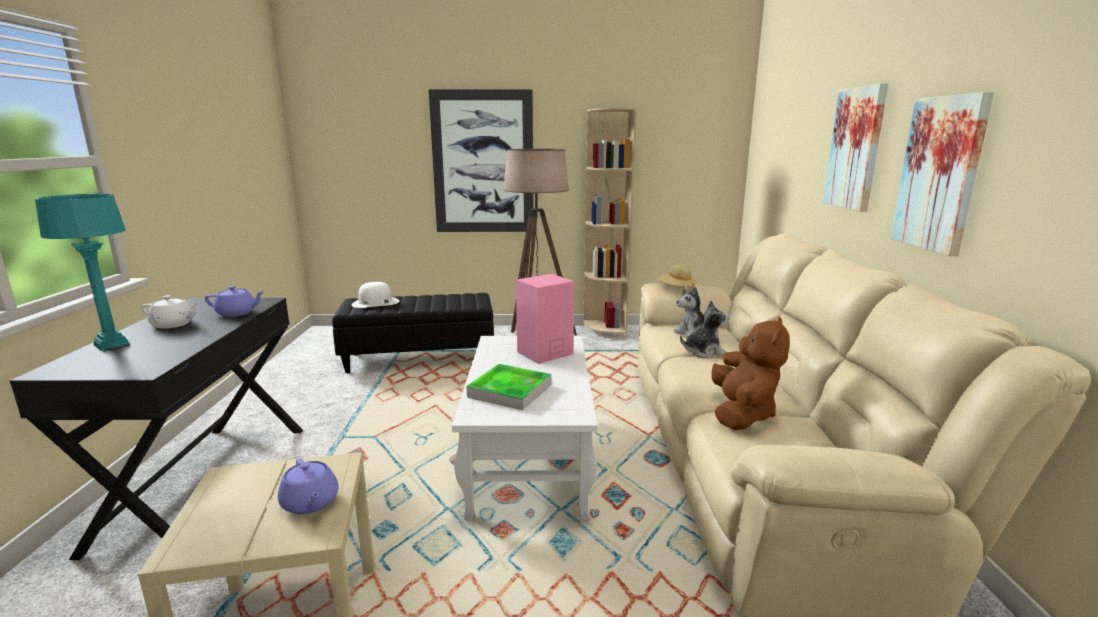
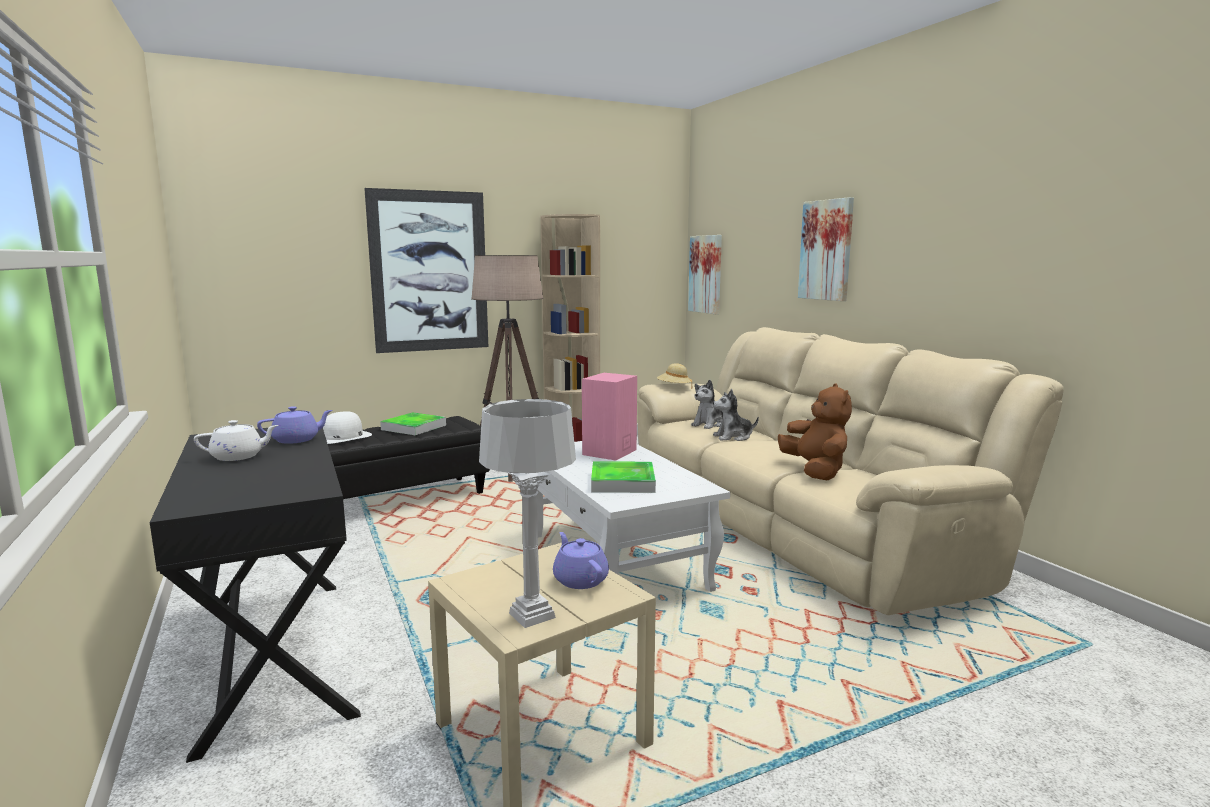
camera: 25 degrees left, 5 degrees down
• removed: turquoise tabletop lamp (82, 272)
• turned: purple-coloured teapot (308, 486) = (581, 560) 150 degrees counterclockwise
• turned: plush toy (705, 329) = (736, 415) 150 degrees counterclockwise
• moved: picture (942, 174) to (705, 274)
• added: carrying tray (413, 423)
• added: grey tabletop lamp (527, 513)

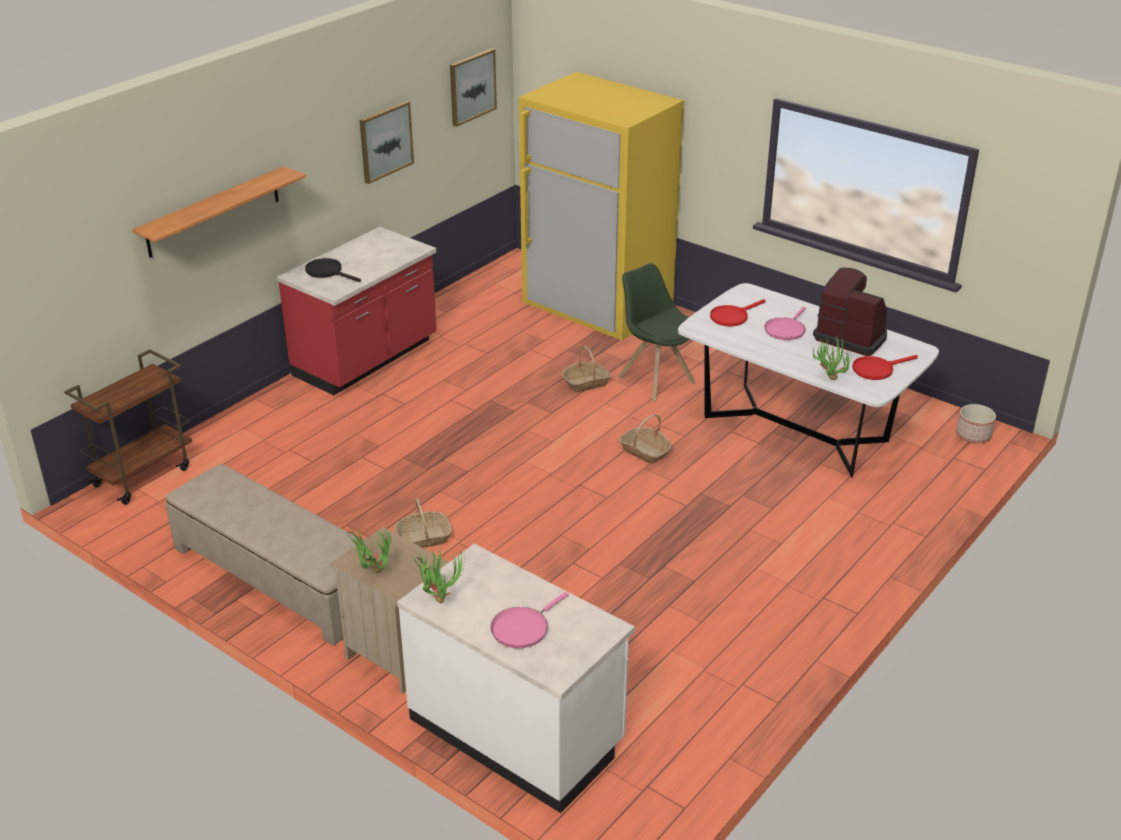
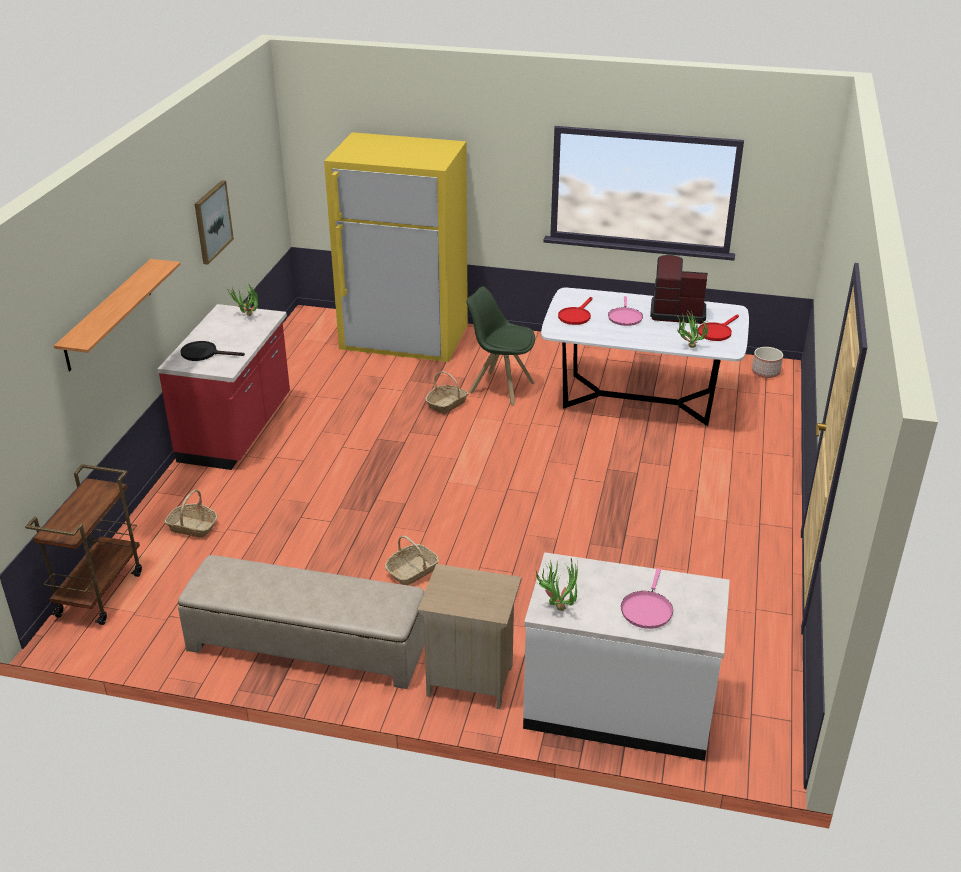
camera: 25 degrees left, 0 degrees up
• moved: potted plant (369, 550) to (242, 299)
• removed: picture (473, 87)
• moved: household basket (645, 439) to (191, 514)

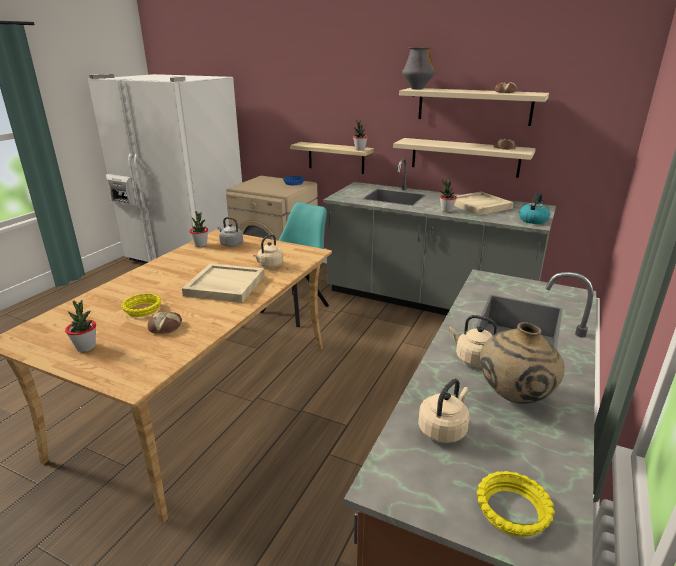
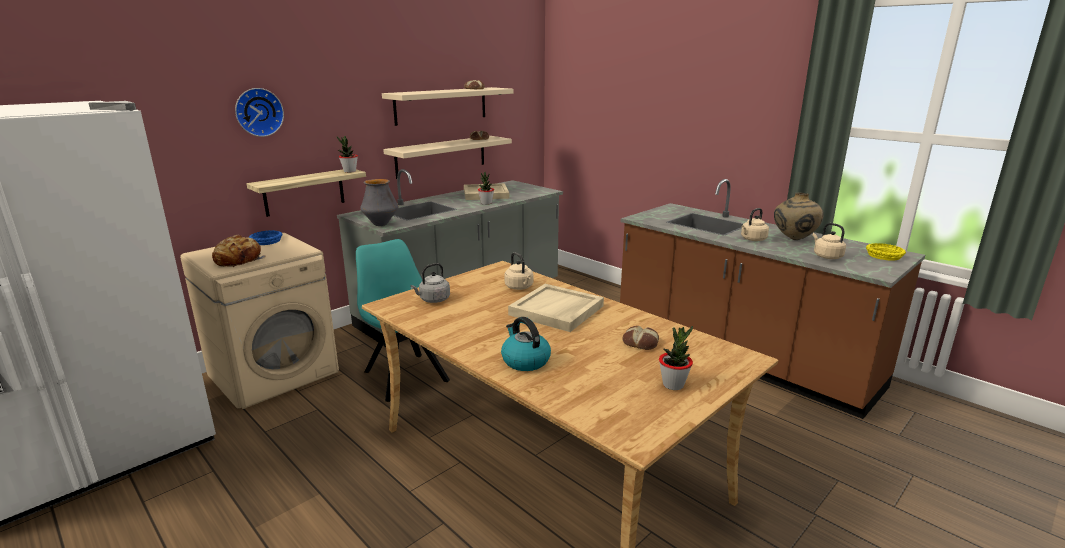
camera: 70 degrees left, 5 degrees down
• removed: yellow bowl (141, 305)
• removed: potted plant (198, 229)
• moved: vase (418, 68) to (379, 202)
• moved: kettle (534, 208) to (526, 344)
• added: bakery bread (238, 251)
• added: hanging clock (259, 112)

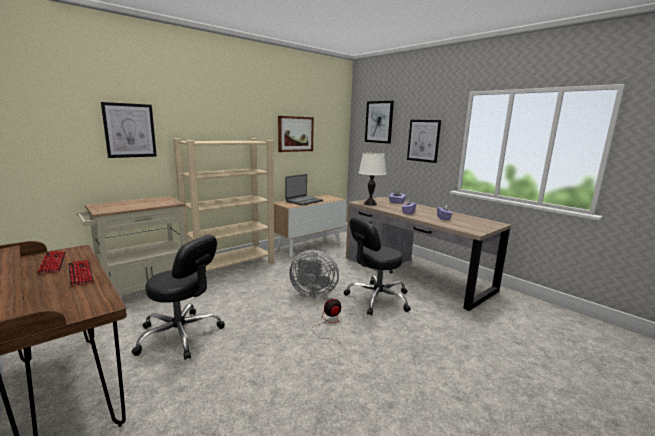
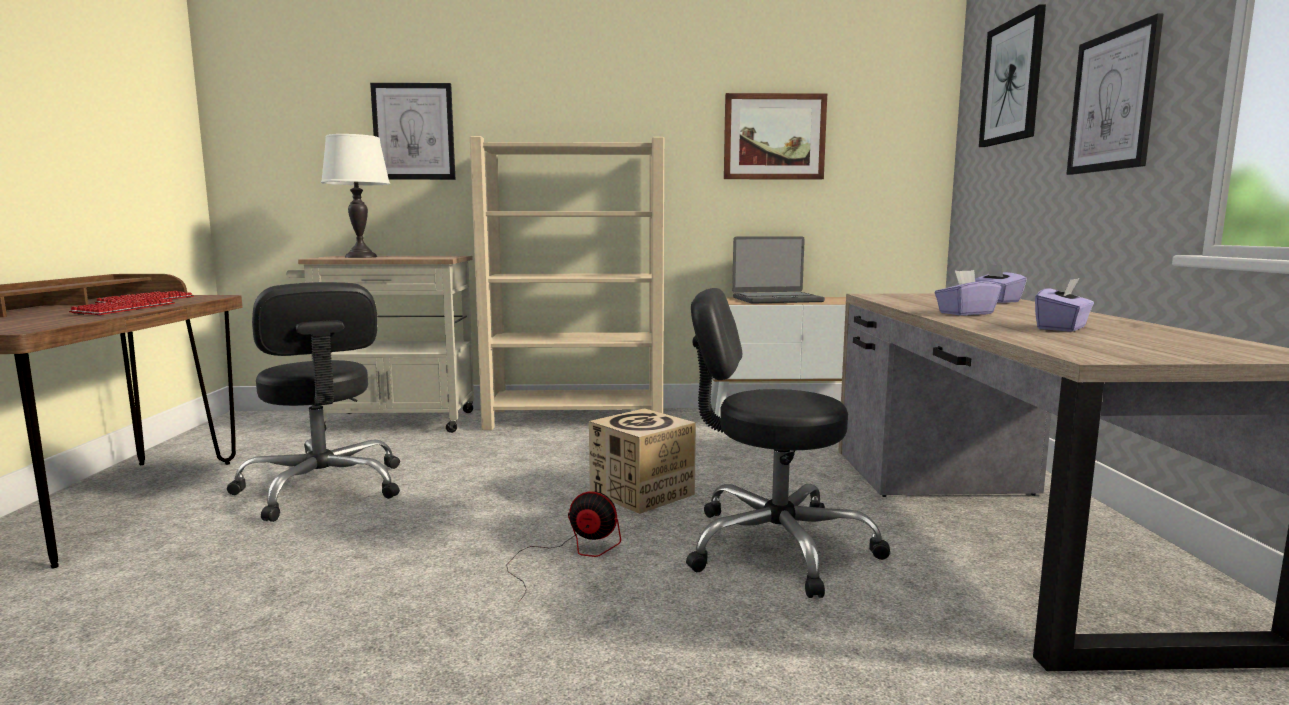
camera: 40 degrees right, 5 degrees down
• replaced: grey cooling fan (314, 274) to cardboard box (642, 461)
• moved: white-coloured tabletop lamp (372, 179) to (355, 196)

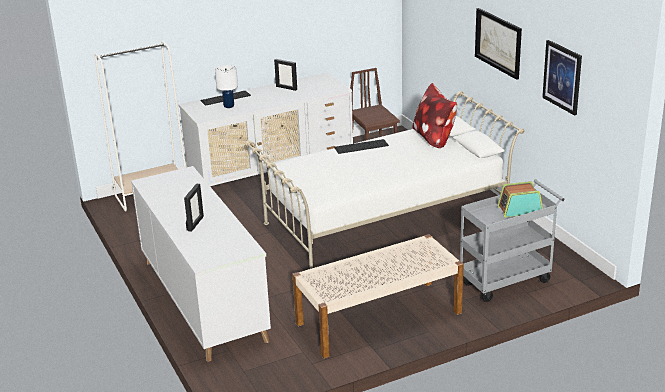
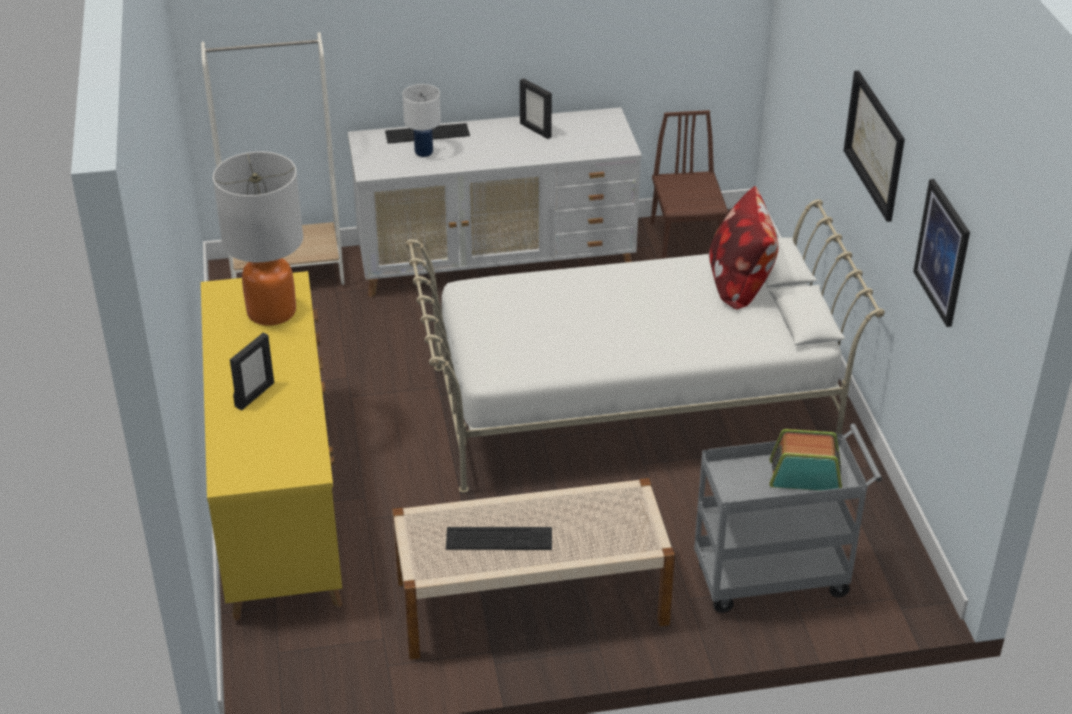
camera: 15 degrees right, 10 degrees up
• recoloured: white-coloured chest of drawers (201, 264) to yellow chest of drawers (271, 446)
• moved: keyboard (361, 146) to (499, 538)
• added: tabletop lamp (258, 238)

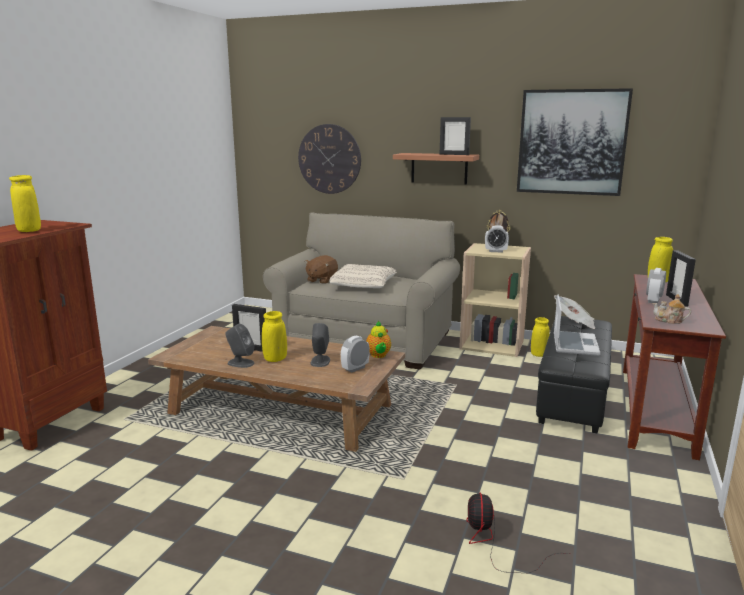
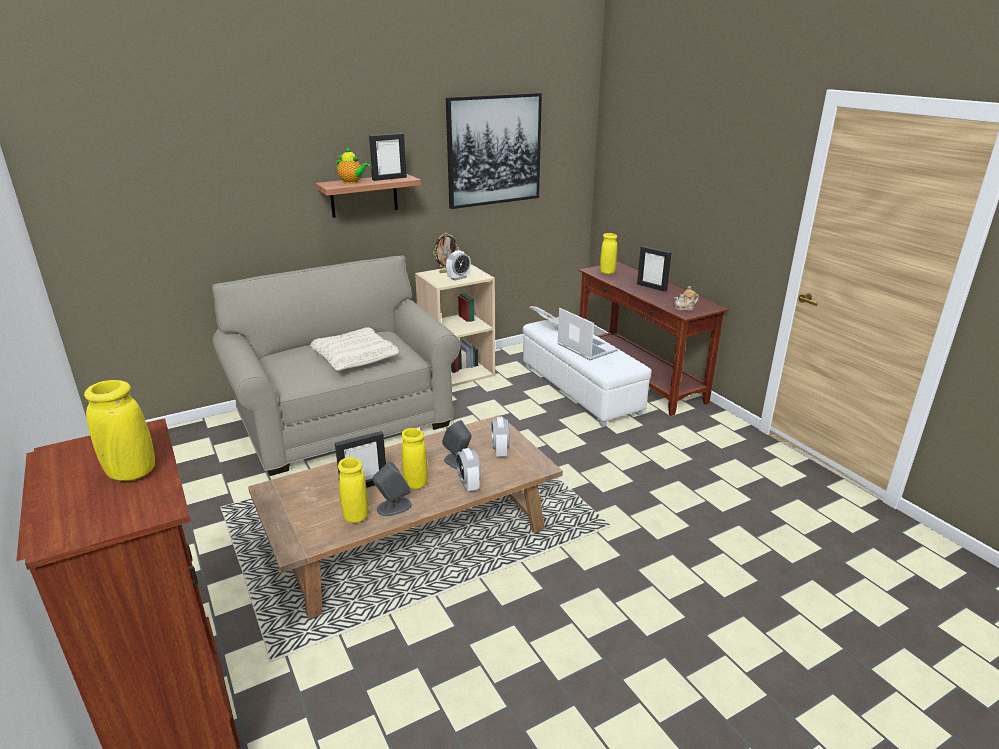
camera: 50 degrees left, 10 degrees up
• removed: hanging clock (329, 159)
• removed: brown plush toy (321, 269)
• moved: teapot (378, 339) to (353, 165)
• removed: cooling fan (518, 532)
• moved: yellow vase (540, 337) to (353, 490)
• recoloured: blackish ottoman (574, 375) to white-coloured ottoman (587, 372)
• moved: table clock (656, 286) to (468, 470)

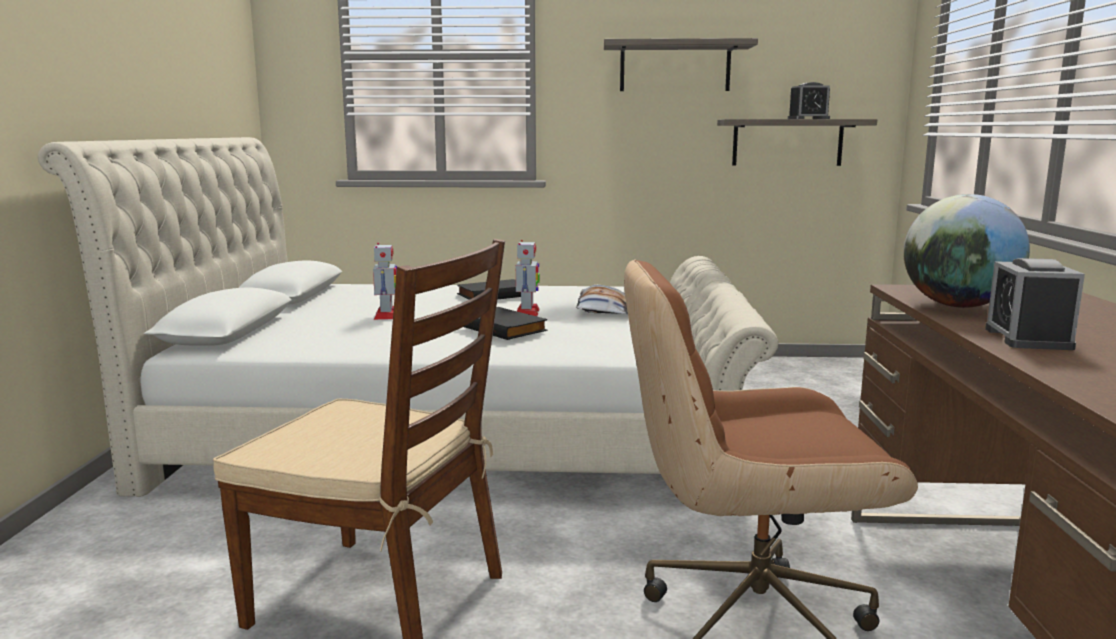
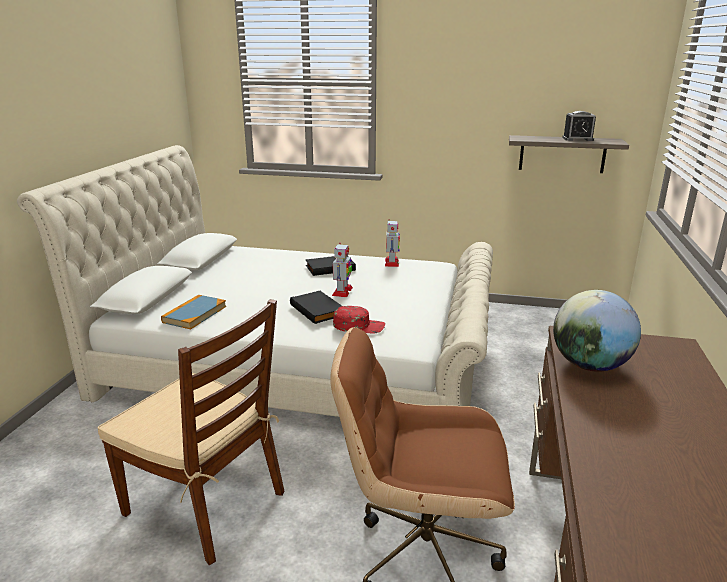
camera: 10 degrees right, 10 degrees up
• moved: model robot (385, 281) to (392, 243)
• removed: throw pillow (602, 300)
• removed: bracket shelf (681, 64)
• removed: table clock (1035, 304)
• added: bound book (193, 312)
• added: reddish baseball cap (359, 320)

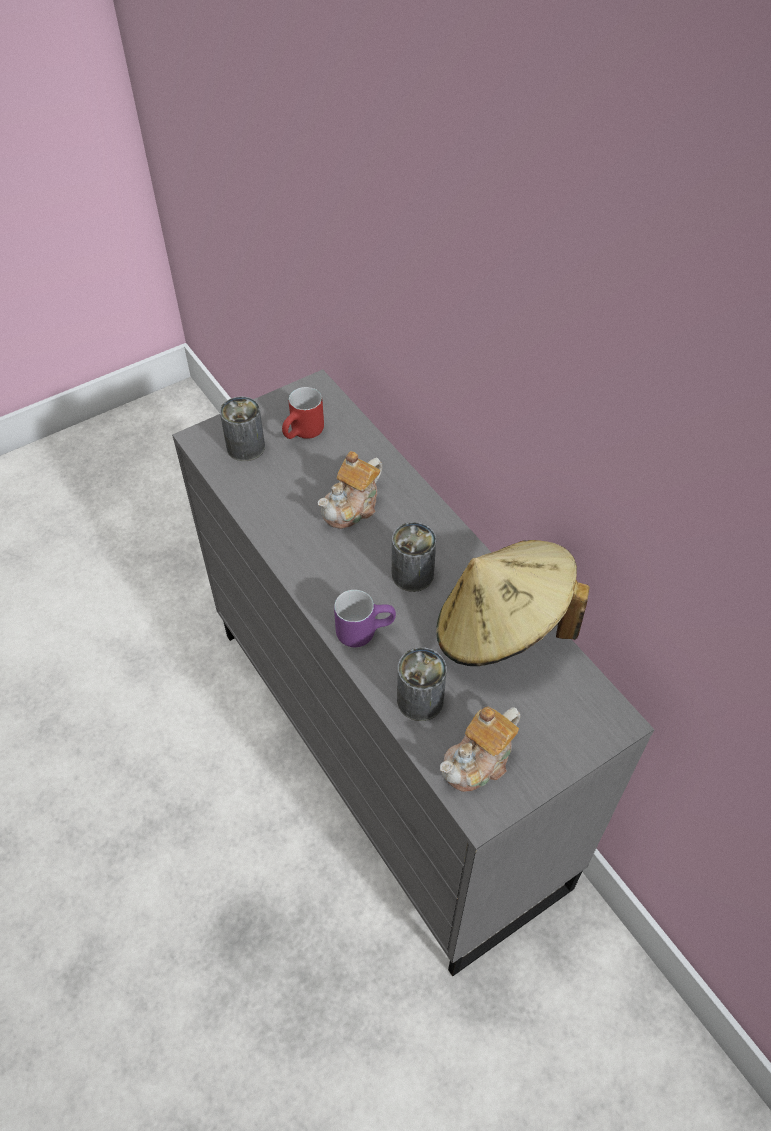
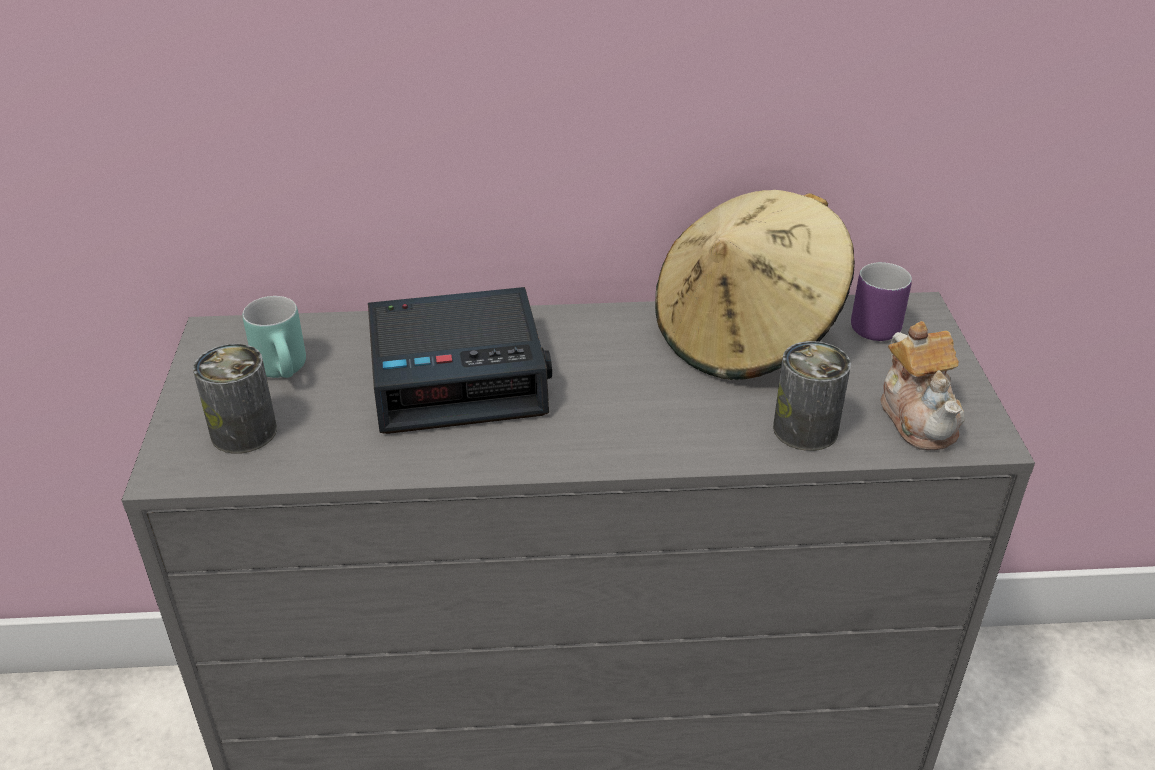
camera: 60 degrees left, 15 degrees down
• recoloured: reddish coffee mug (303, 413) to turquoise coffee mug (274, 337)
• replaced: teapot (350, 490) to table clock (460, 360)
• moved: purple-coloured coffee mug (365, 618) to (881, 301)
• removed: metal can (414, 557)

